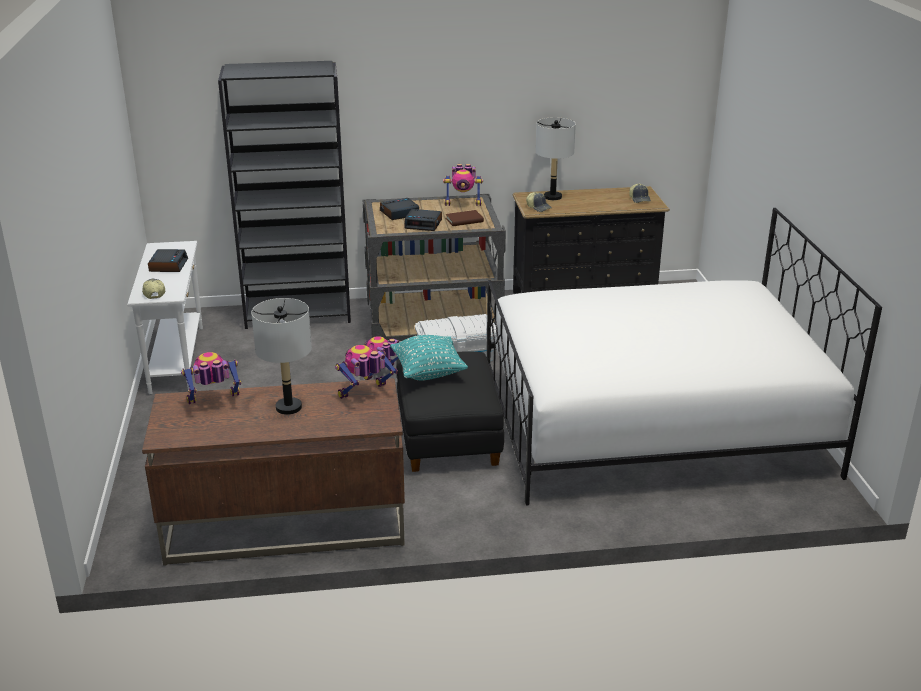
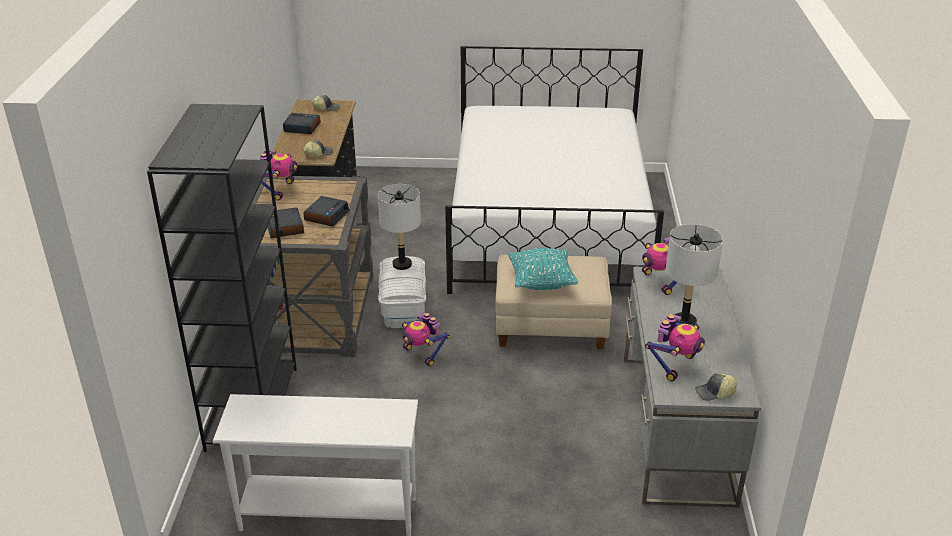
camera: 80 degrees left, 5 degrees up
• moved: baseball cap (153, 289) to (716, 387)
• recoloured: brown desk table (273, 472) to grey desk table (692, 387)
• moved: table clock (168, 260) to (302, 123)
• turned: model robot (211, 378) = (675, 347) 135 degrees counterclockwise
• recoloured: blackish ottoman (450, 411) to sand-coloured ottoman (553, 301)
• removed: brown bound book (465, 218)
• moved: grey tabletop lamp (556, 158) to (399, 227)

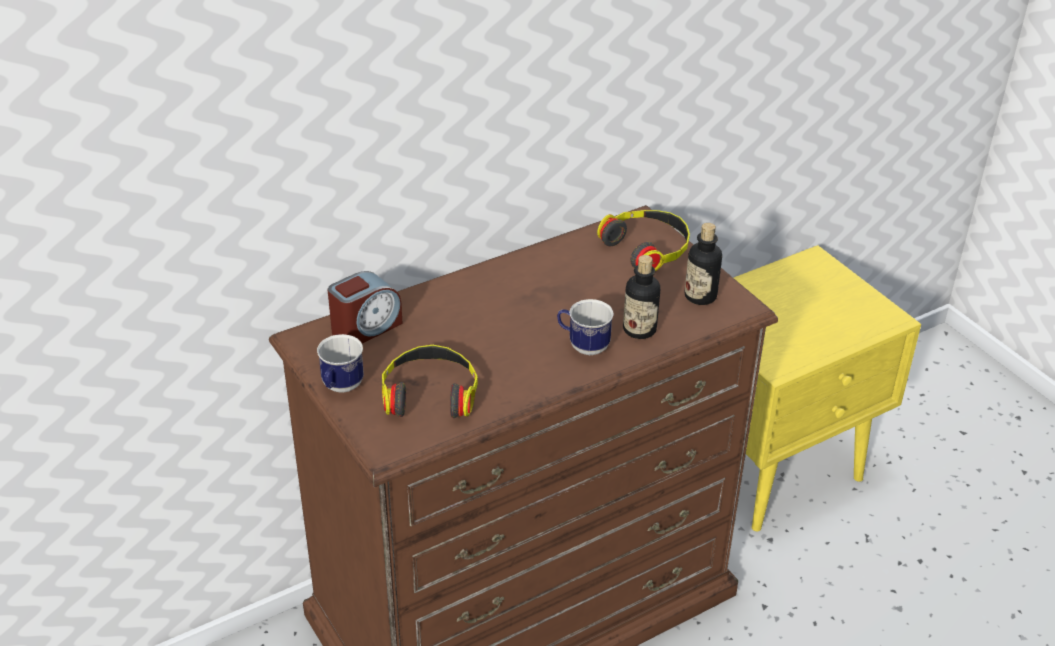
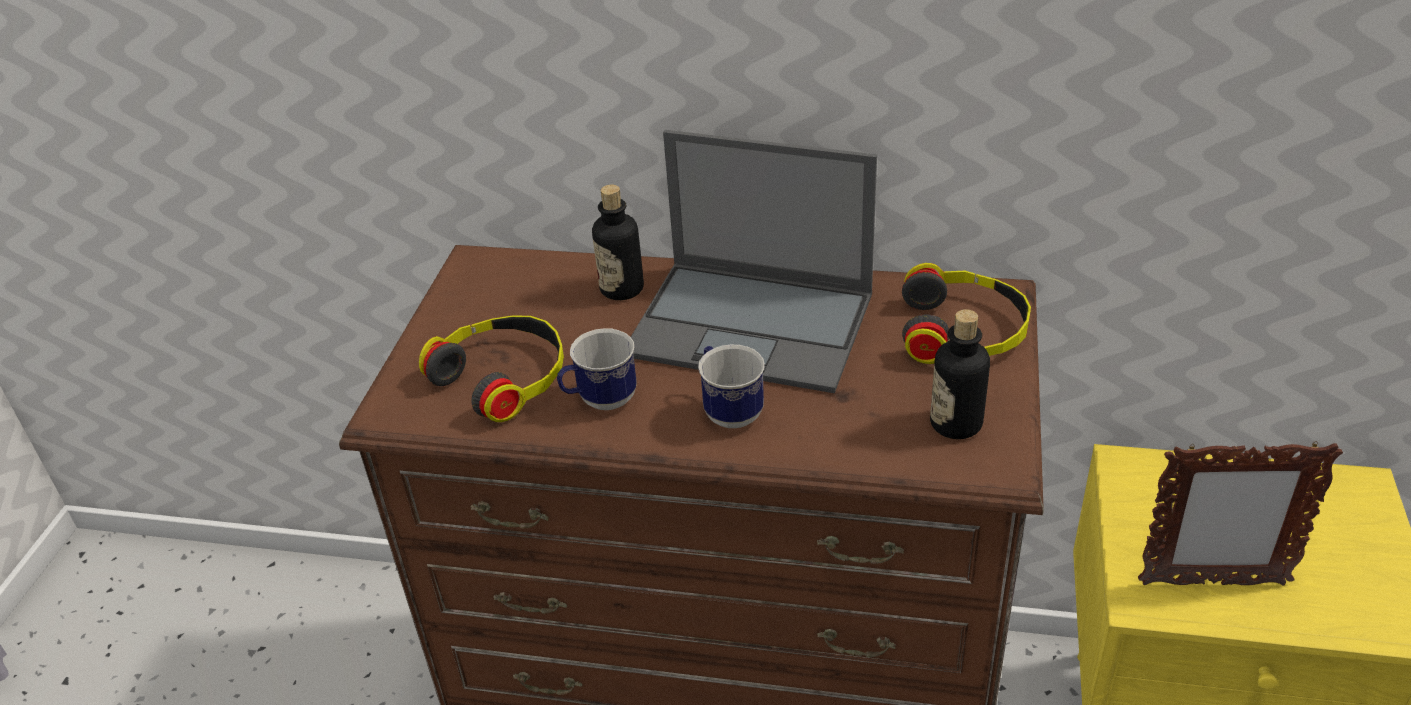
camera: 45 degrees right, 0 degrees up
• moved: coffee mug (340, 363) to (597, 369)
• removed: table clock (365, 307)
• moved: beverage bottle (641, 297) to (618, 242)
• added: laptop (754, 261)
• added: standing frame (1240, 513)

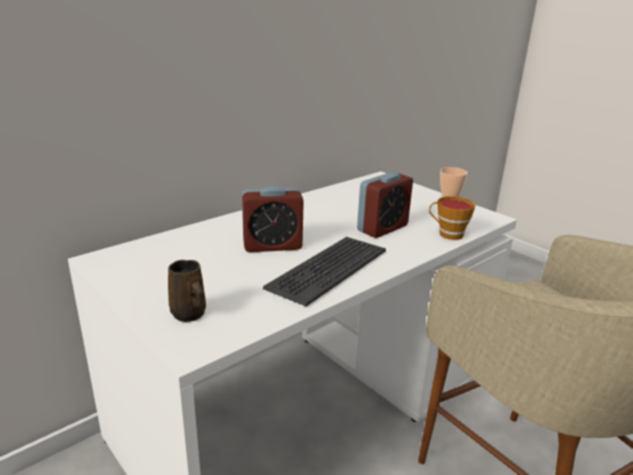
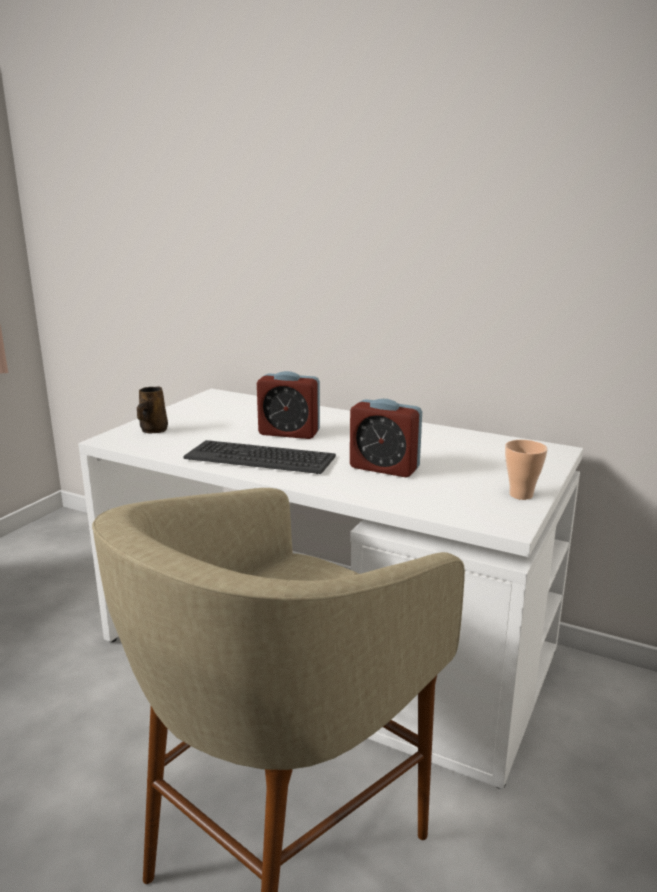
camera: 70 degrees right, 5 degrees down
• turned: table clock (273, 219) = (288, 405) 45 degrees counterclockwise
• removed: cup (452, 218)

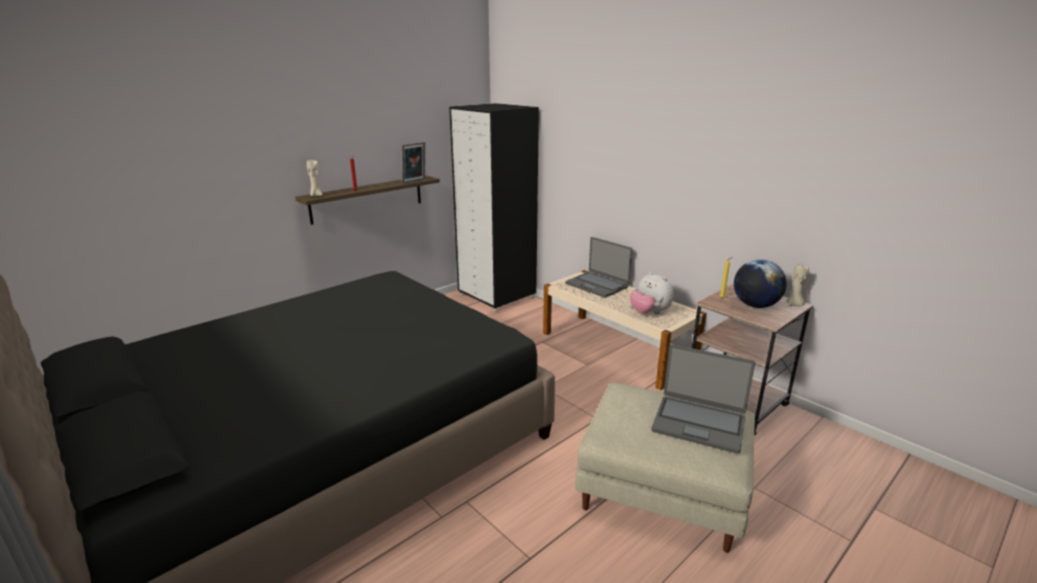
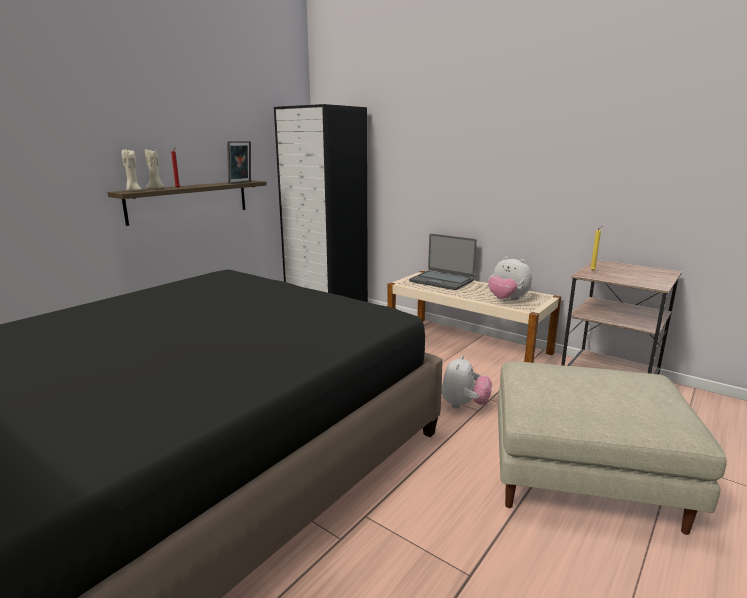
camera: 10 degrees left, 5 degrees down
• removed: laptop (703, 399)
• removed: desk globe (760, 283)
• moved: sand-coloured wax candle (797, 285) to (154, 169)
• added: plush toy (466, 382)

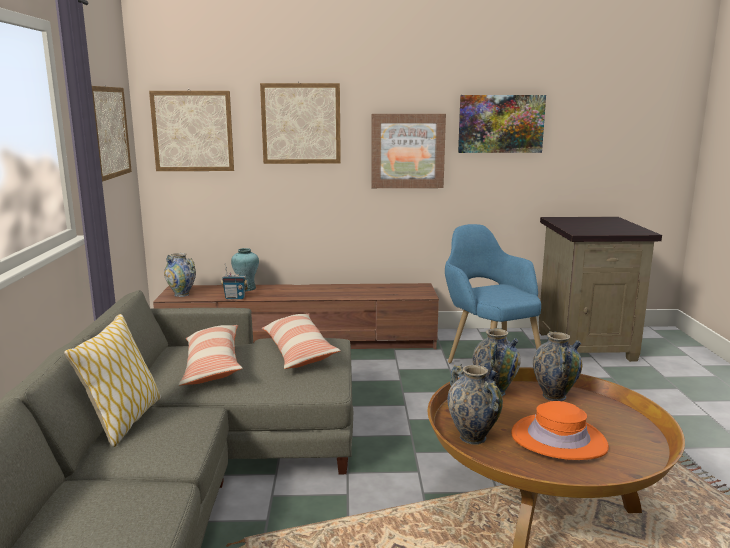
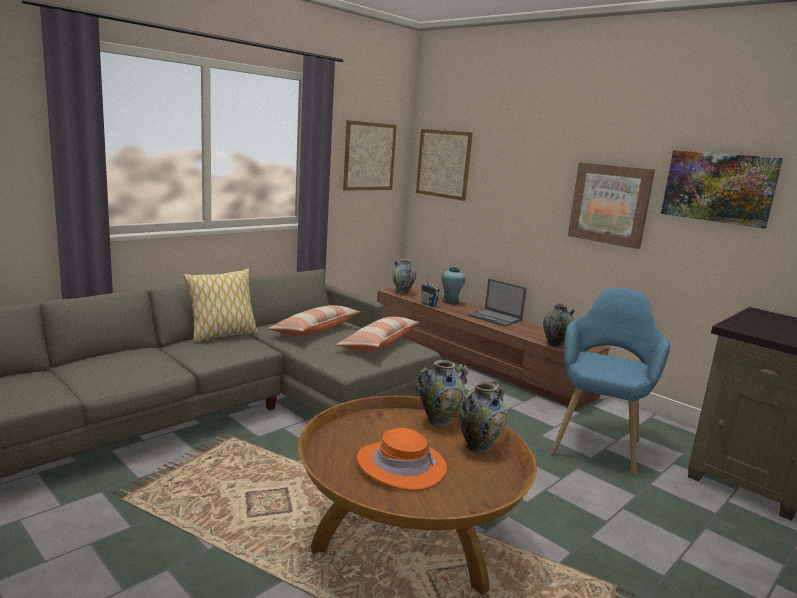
camera: 45 degrees right, 0 degrees up
• removed: picture (300, 123)
• moved: vase (475, 404) to (559, 325)
• added: laptop (497, 303)

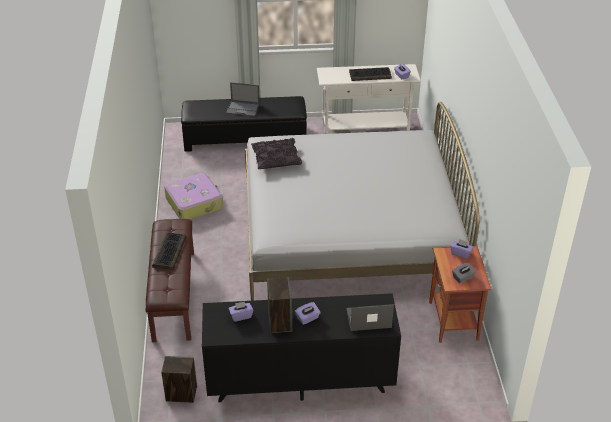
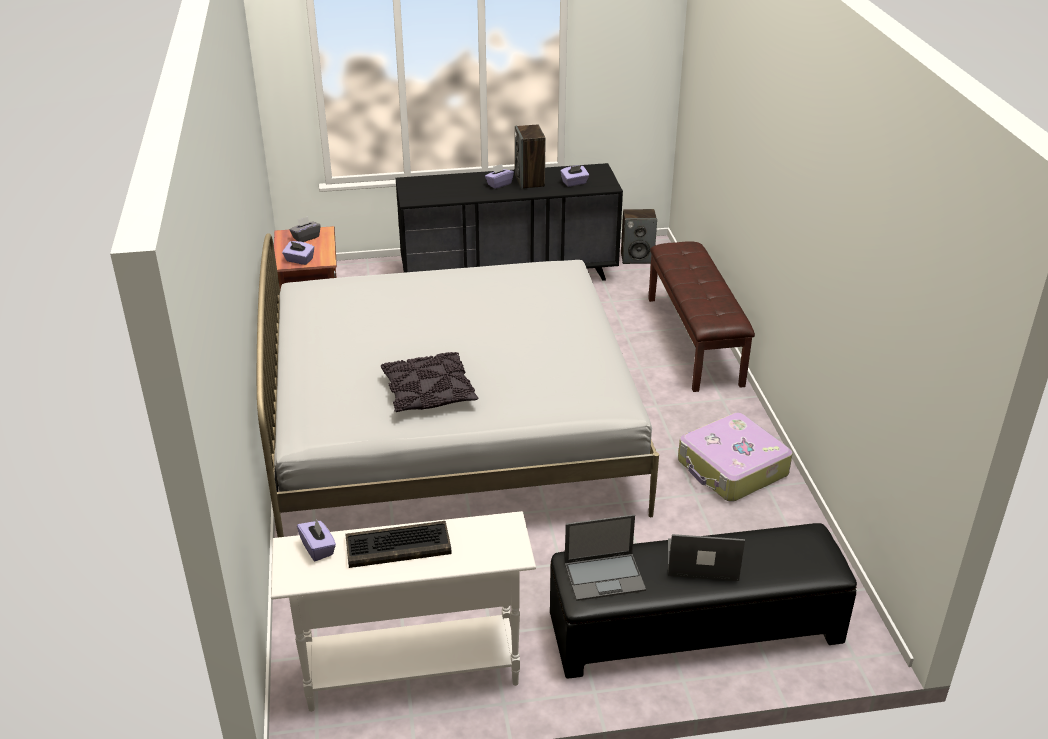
camera: 175 degrees right, 5 degrees down
• removed: keyboard (169, 251)
• moved: blackish throw pillow (276, 153) to (430, 382)
• moved: laptop (370, 317) to (605, 557)

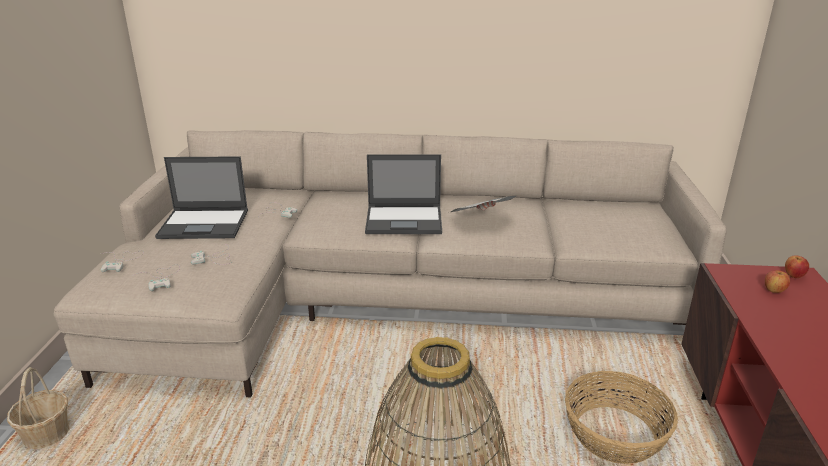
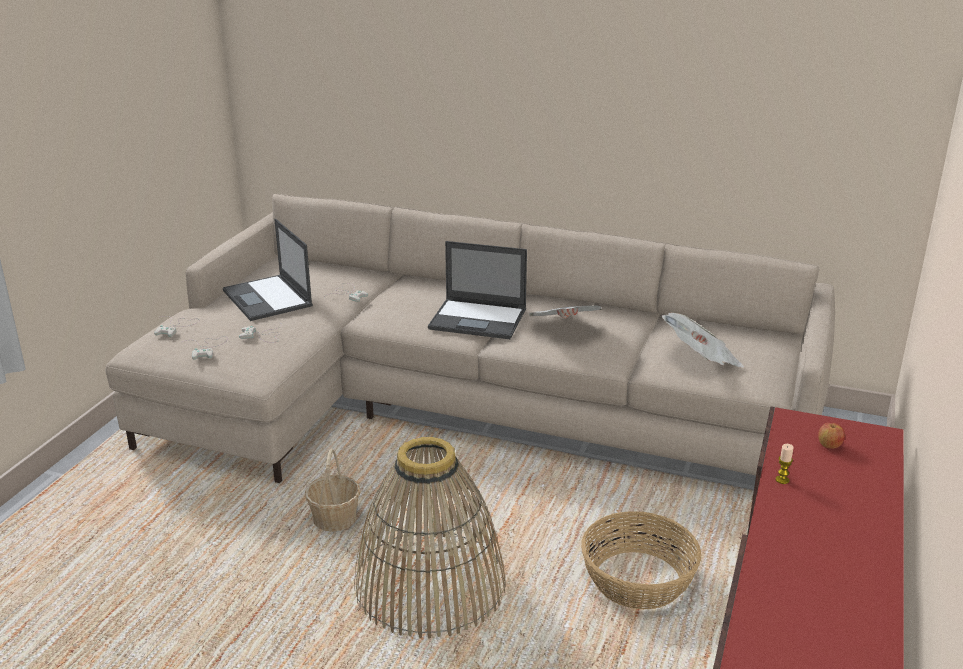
camera: 15 degrees right, 0 degrees up
• moved: household basket (38, 408) to (332, 490)
• turned: laptop (201, 197) = (268, 270) 45 degrees clockwise
• removed: apple fruit (797, 266)
• added: newspaper (703, 340)
• added: wax candle (784, 464)

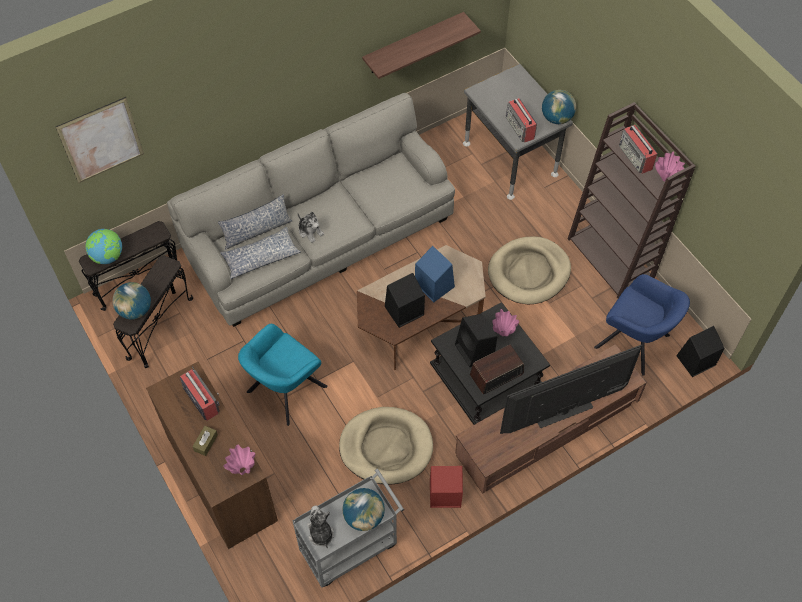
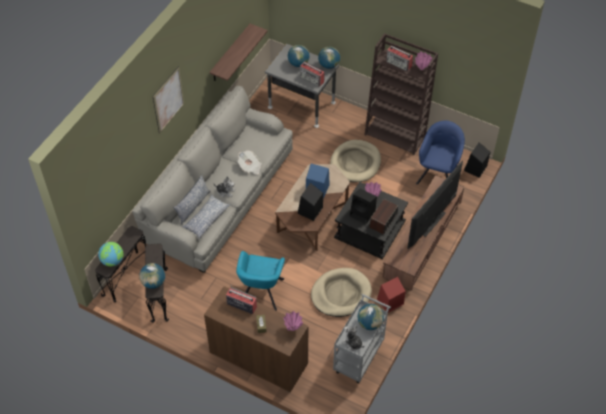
camera: 30 degrees left, 5 degrees down
• moved: picture (100, 140) to (168, 100)
• turned: blue-coloured armchair (642, 325) = (440, 153) 75 degrees counterclockwise
• added: newspaper (250, 162)
• added: desk globe (299, 56)

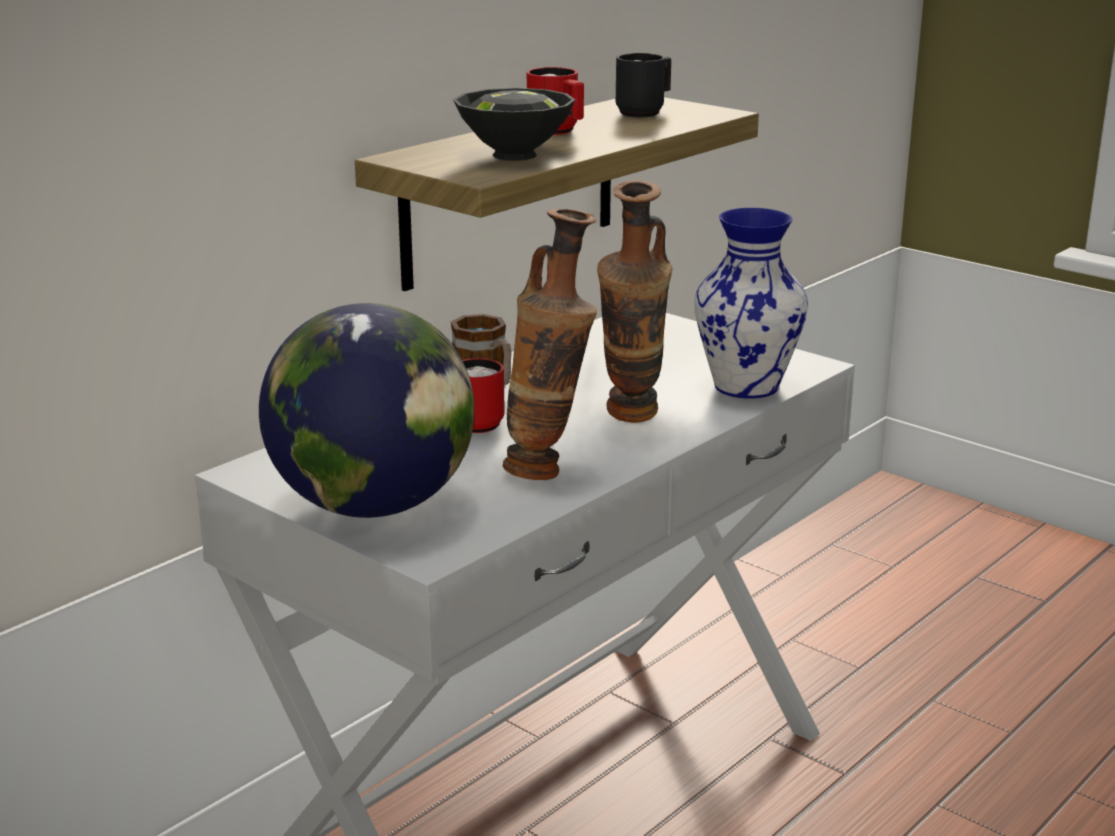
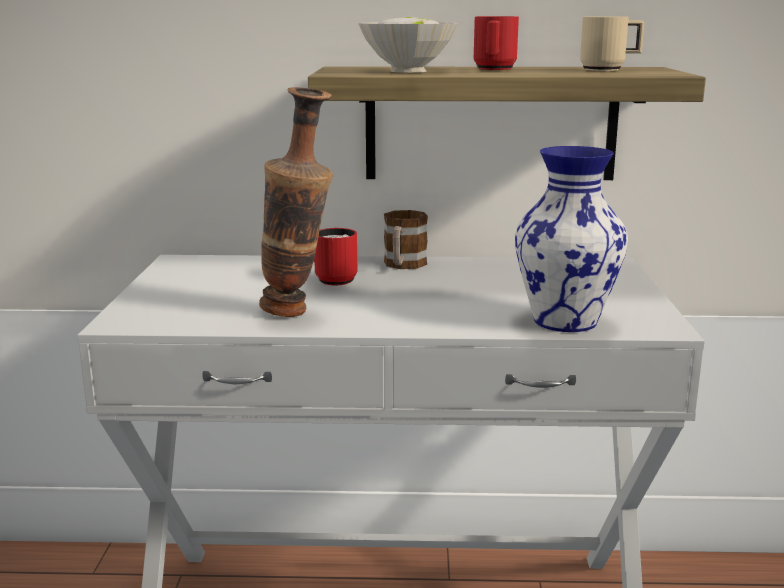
camera: 50 degrees right, 5 degrees down
• removed: desk globe (367, 410)
• recoloured: blackish bowl (514, 124) to white-coloured bowl (408, 45)
• removed: vase (634, 301)
• recoloured: blackish coffee mug (643, 85) to sand-coloured coffee mug (612, 43)

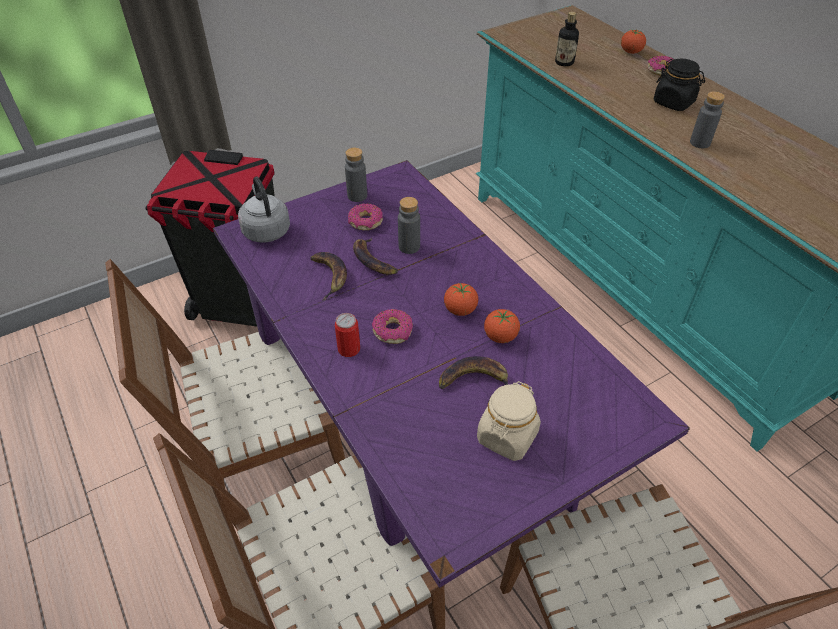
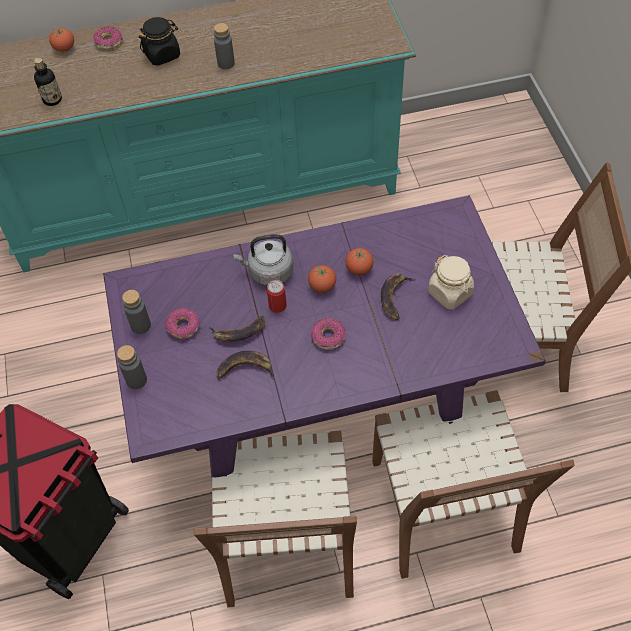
camera: 70 degrees left, 10 degrees up
• moved: grey kettle (264, 209) to (263, 260)
• moved: metal can (347, 335) to (277, 296)
• moved: grey beverage bottle (409, 225) to (132, 367)

